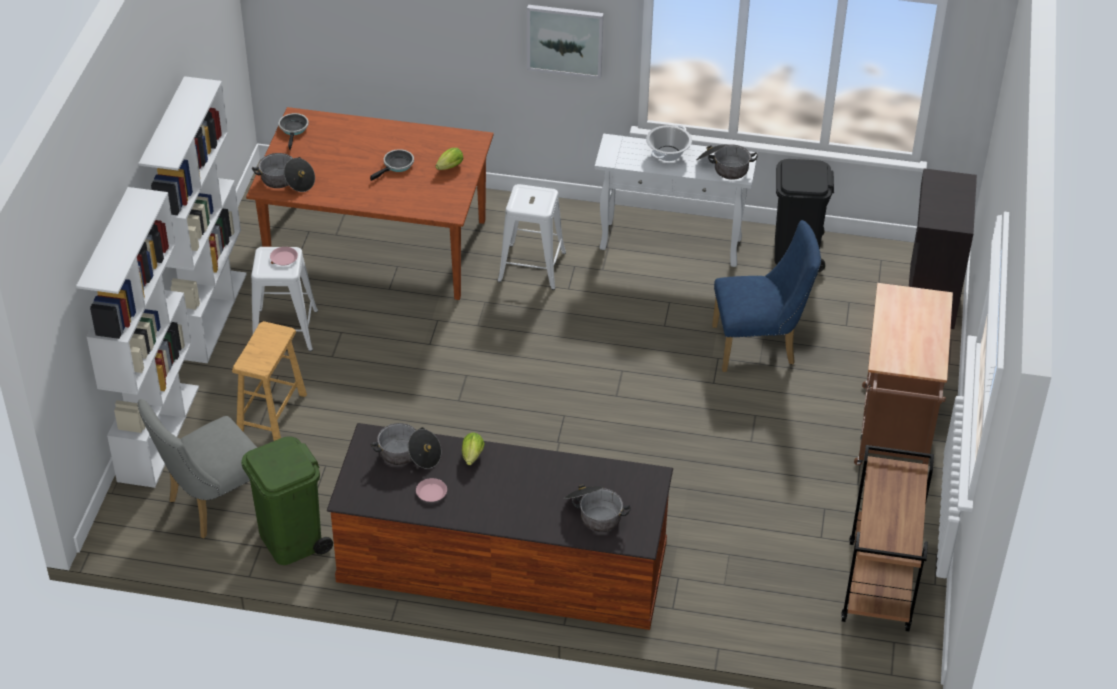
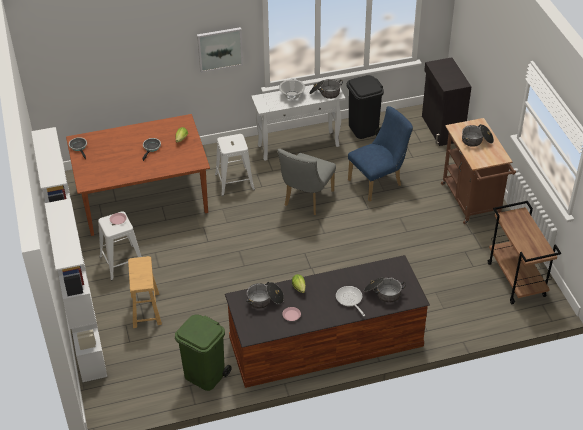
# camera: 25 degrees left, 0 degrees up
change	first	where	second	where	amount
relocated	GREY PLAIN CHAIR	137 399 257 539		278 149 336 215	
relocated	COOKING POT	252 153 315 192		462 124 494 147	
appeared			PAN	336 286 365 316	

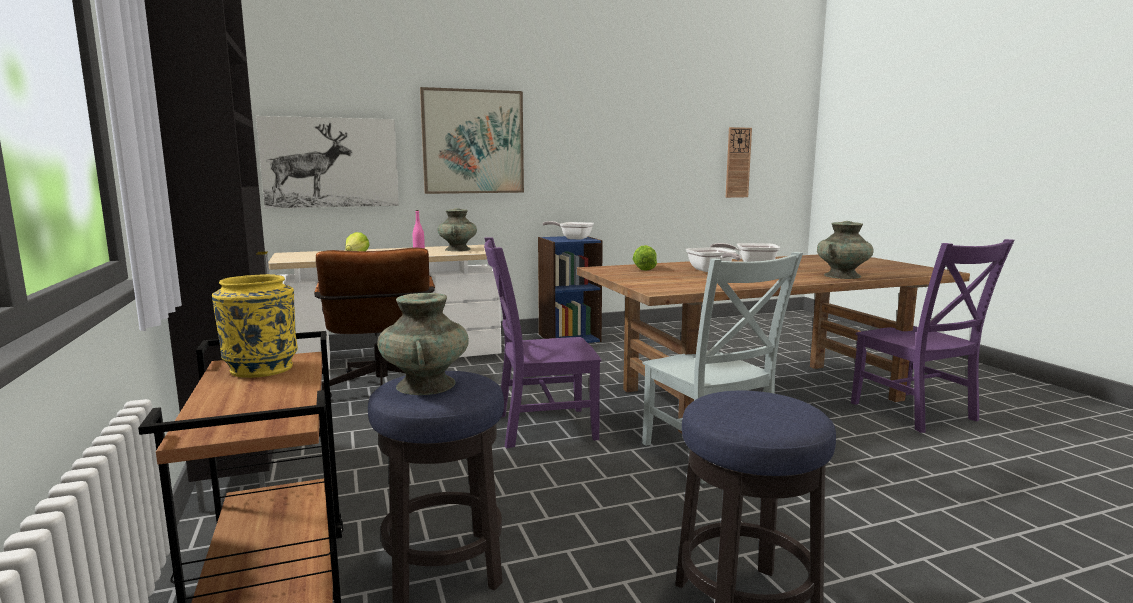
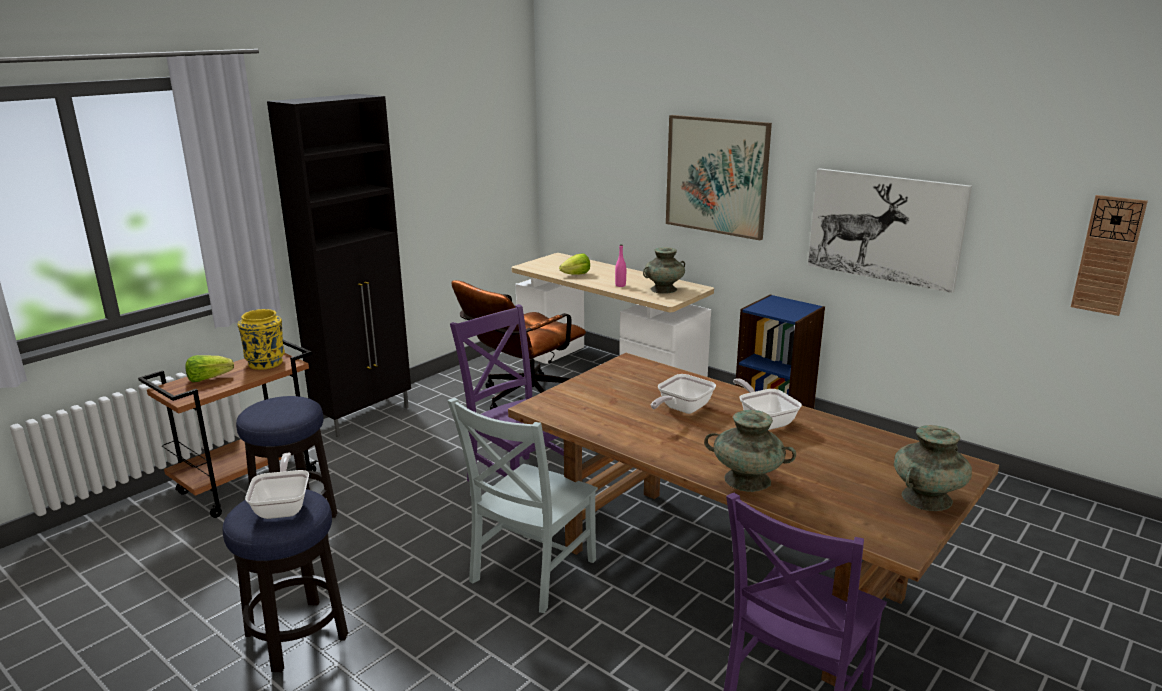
# camera: 60 degrees right, 10 degrees up
change	first	where	second	where	amount
relocated	WALL ART	256 116 399 208		808 168 972 293	
relocated	TURQUOISE-COLOURED DECORATIVE VASE	377 293 469 395		894 425 972 511	
relocated	PAN	542 221 594 240		245 453 309 519	
relocated	LETTUCE HEAD	633 245 657 271		185 355 234 382	

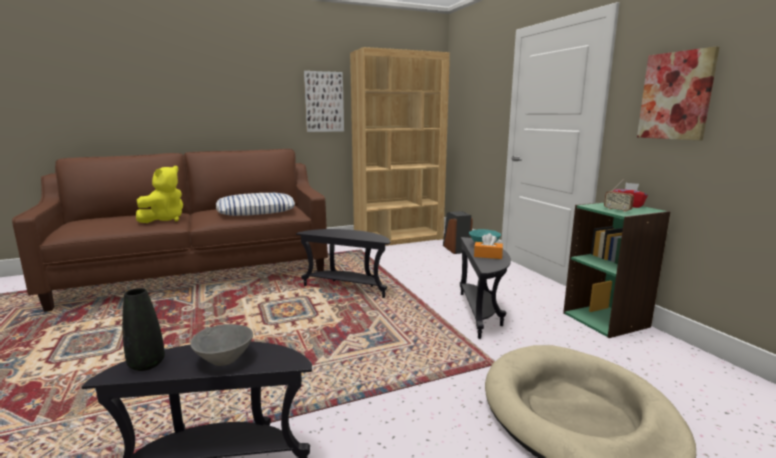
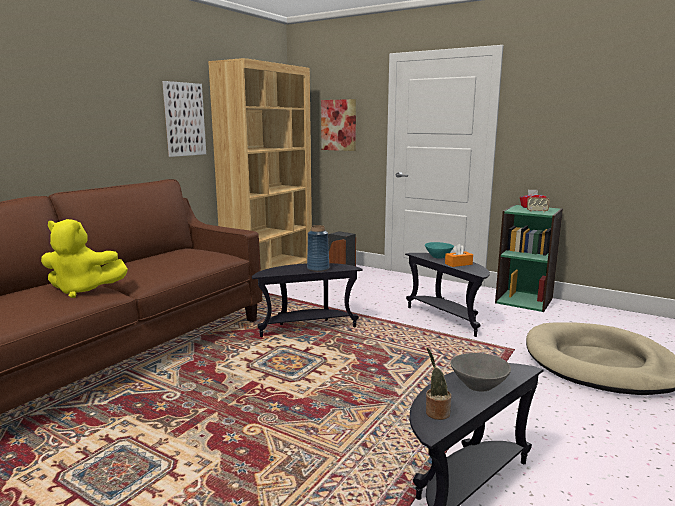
# camera: 35 degrees left, 0 degrees up
change	first	where	second	where	amount
exchanged	BLACK-COLOURED DECORATIVE VASE	122 288 165 371	POTTED PLANT	426 348 451 420	
spun	YELLOW PLUSH TOY	136 166 183 223		41 219 128 298	105 degrees clockwise
missing	THROW PILLOW	216 193 295 216			
relocated	WALL ART	637 46 719 140		321 99 356 151	
appeared			BLUE DECORATIVE VASE	307 225 329 272	

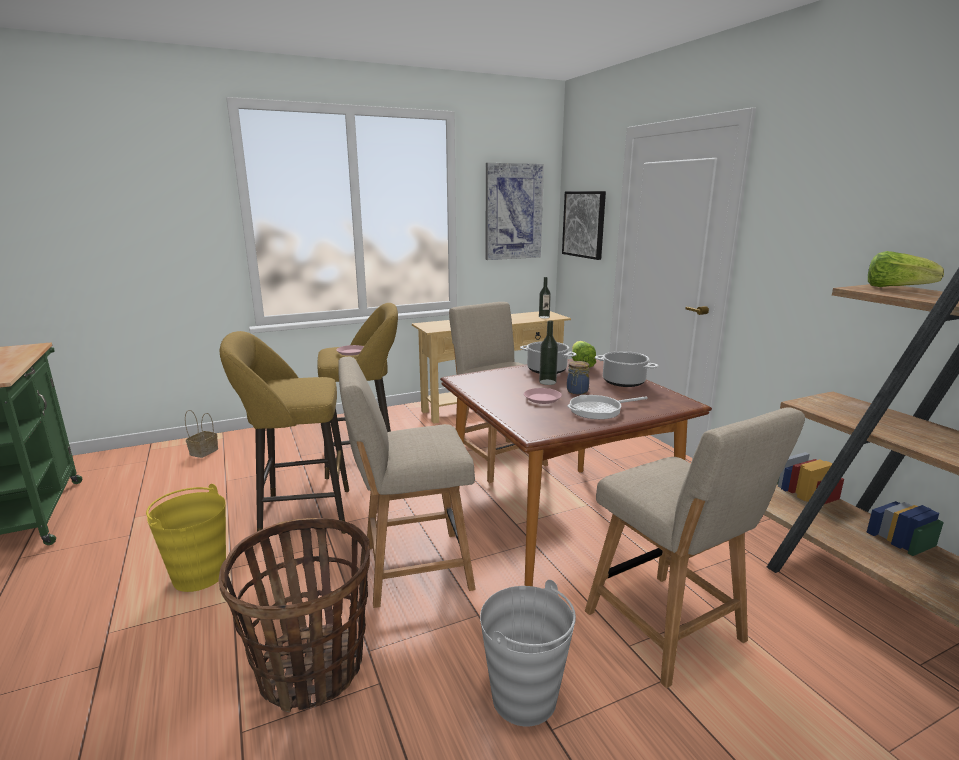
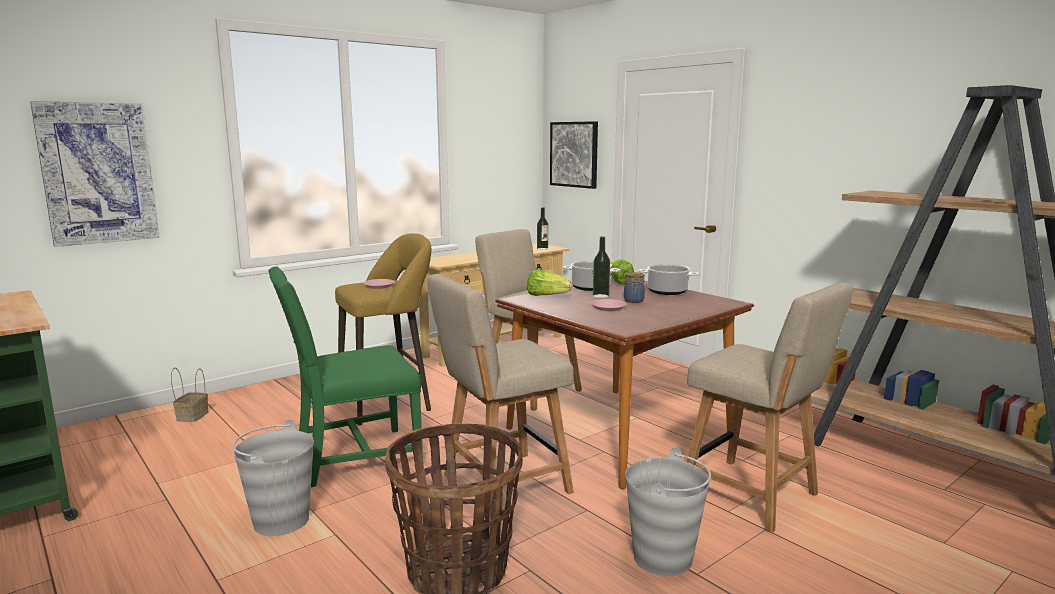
# camera: 15 degrees left, 5 degrees down
change	first	where	second	where	amount
colour	YELLOW BUCKET	146 484 226 592	GREY BUCKET	233 419 314 536	
exchanged	YELLOW STOOL	220 331 349 534	GREEN PLAIN CHAIR	268 266 423 487	
relocated	WALL ART	485 163 544 260		30 101 160 247	
missing	PAN	567 395 648 419			
relocated	LETTUCE HEAD	868 251 944 287		527 270 572 296	

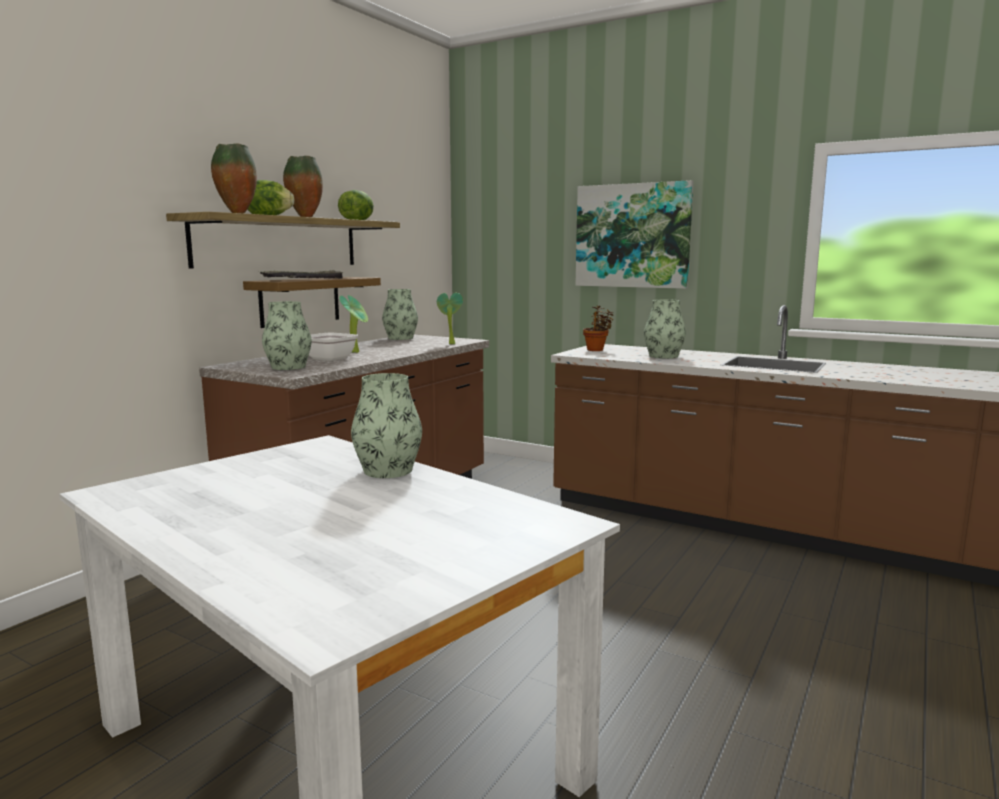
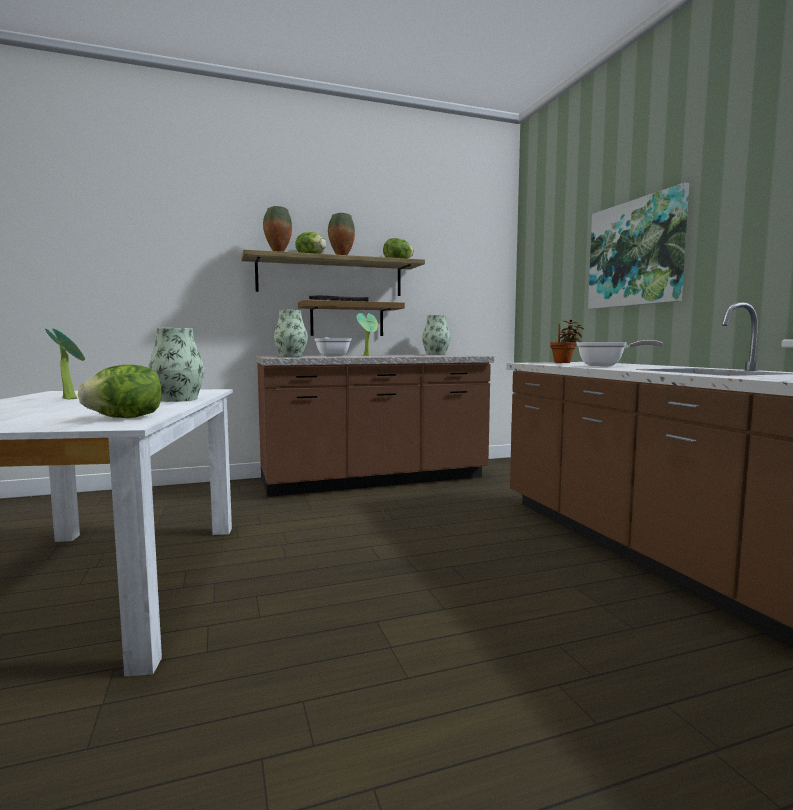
# camera: 40 degrees right, 5 degrees down
change	first	where	second	where	amount
relocated	POTTED PLANT	437 293 463 344		45 328 85 399	
exchanged	DECORATIVE VASE	644 299 686 359	PAN	577 340 663 366	
appeared			LETTUCE HEAD	78 364 162 418	

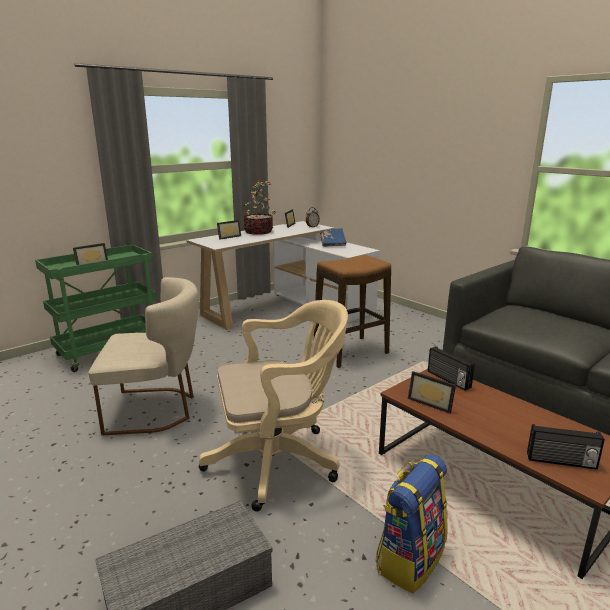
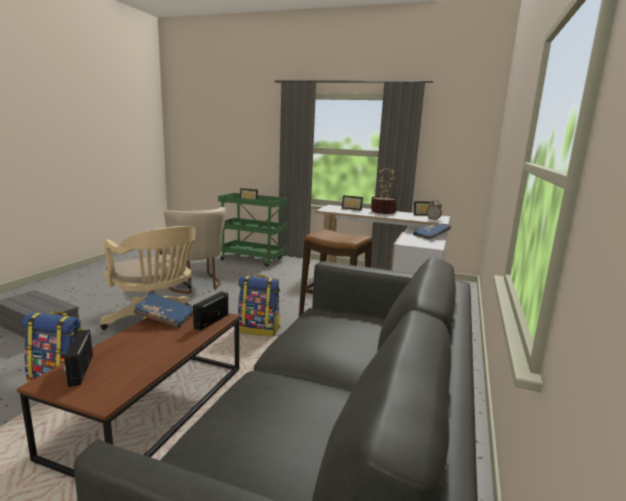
# camera: 60 degrees right, 5 degrees down
change	first	where	second	where	amount
exchanged	PHOTO FRAME	408 371 456 414	BLUE BOUND BOOK	133 293 193 328	
appeared			BACKPACK	238 275 280 336	

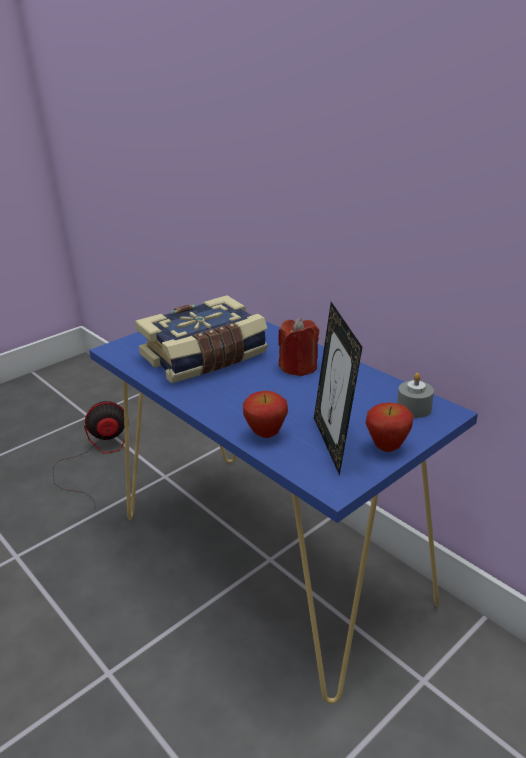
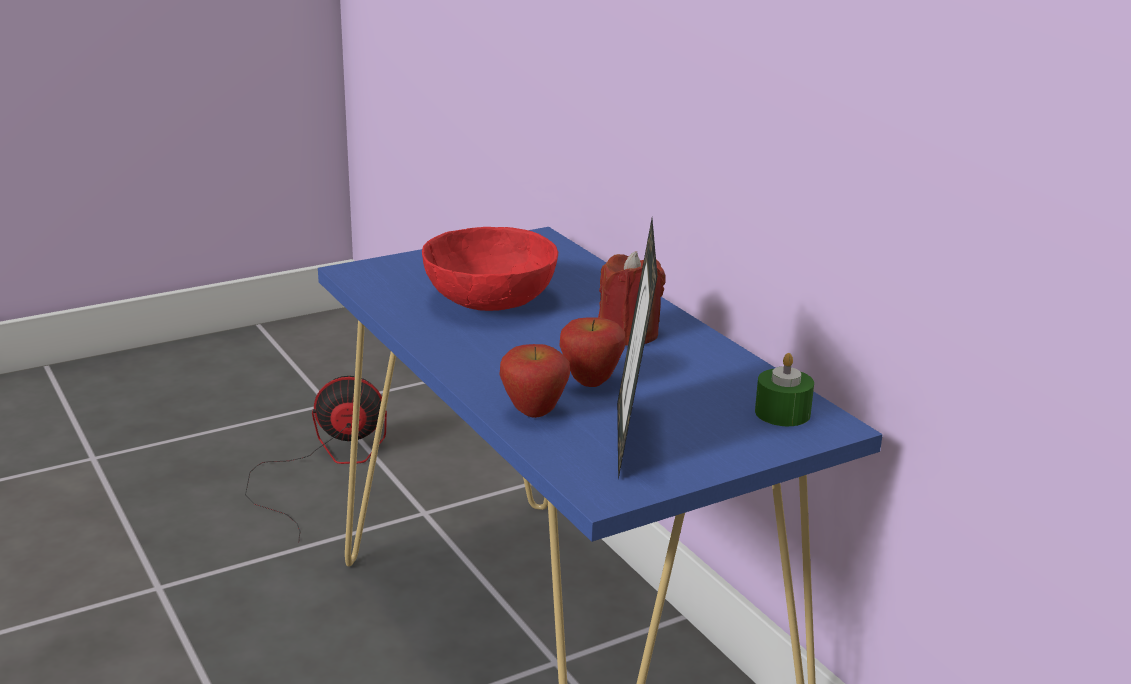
# camera: 10 degrees right, 5 degrees down
change	first	where	second	where	amount
exchanged	BOUND BOOK	135 295 268 383	REDDISH DEEP DISH	422 227 558 311	
relocated	APPLE	366 402 414 452		559 317 625 387	
colour	GREY WAX LIGHT	397 373 434 418	GREEN WAX LIGHT	755 353 814 426	

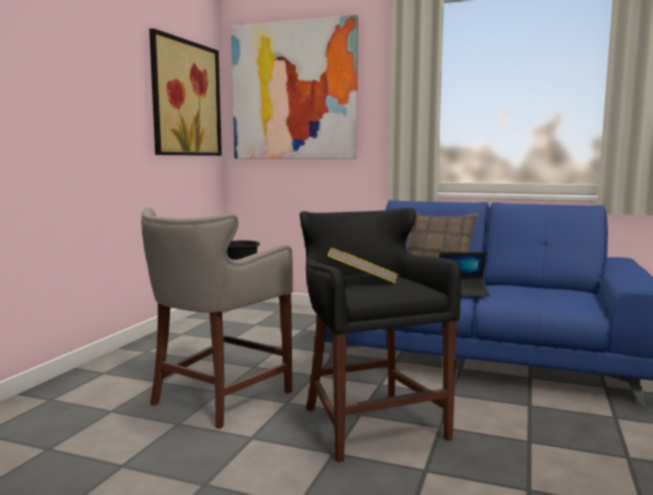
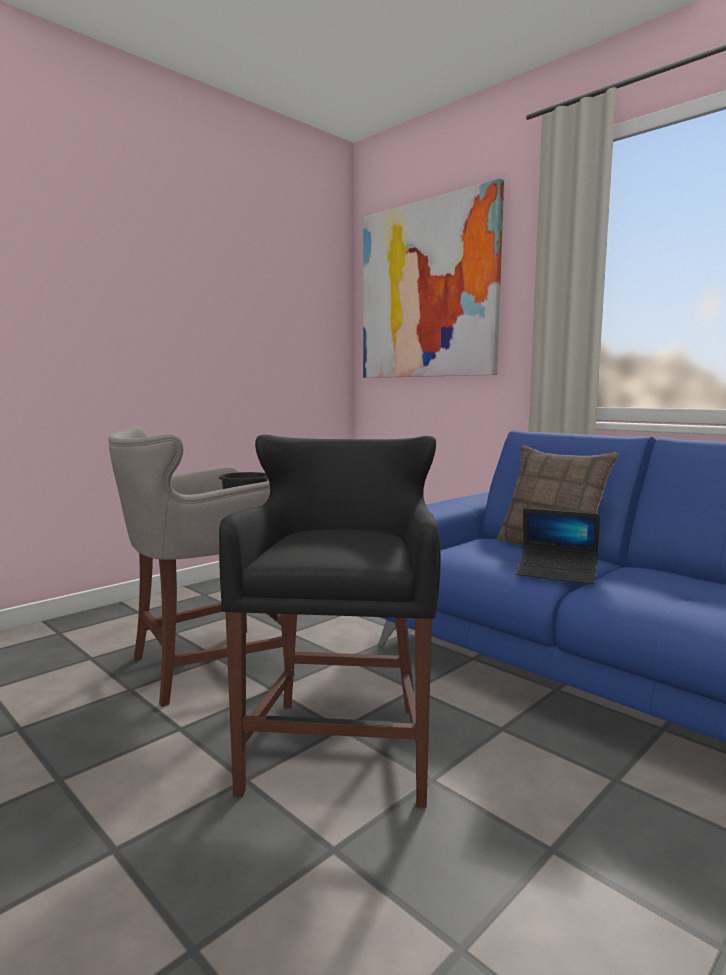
# camera: 25 degrees right, 0 degrees up
change	first	where	second	where	amount
missing	WALL ART	149 28 222 156			
missing	YELLOW BOUND BOOK	328 248 399 283			

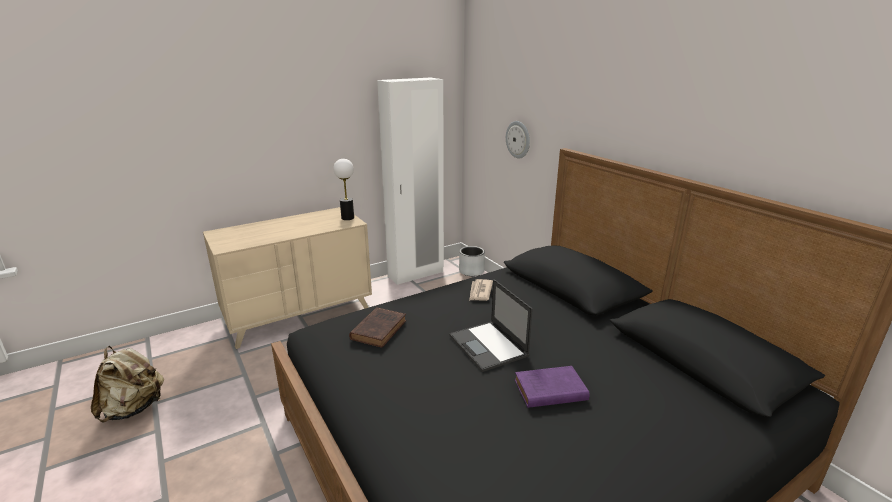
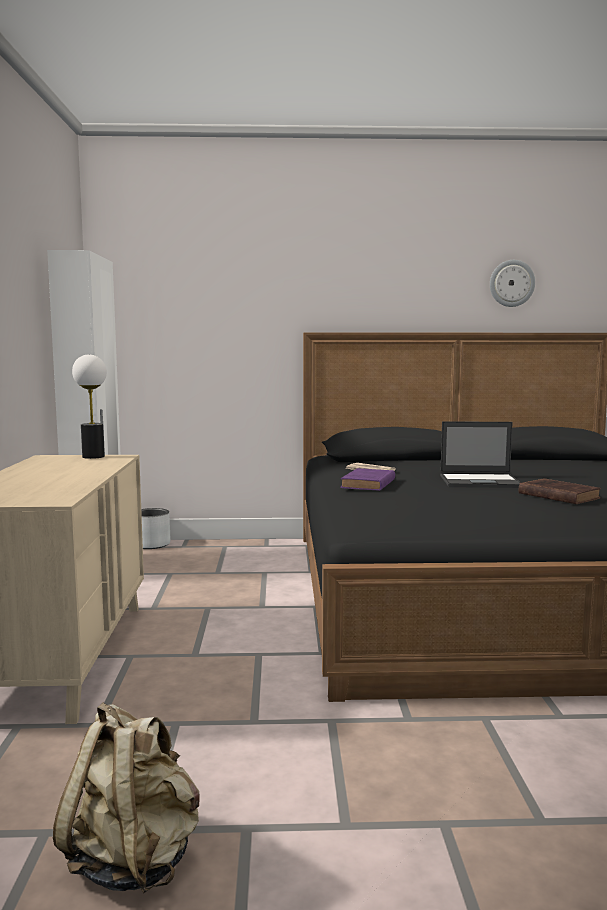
# camera: 60 degrees left, 15 degrees down
change	first	where	second	where	amount
relocated	BROWN BOUND BOOK	349 307 406 348		519 478 601 504	
relocated	WALL CLOCK	506 121 530 159		490 260 535 307	
relocated	PURPLISH BOUND BOOK	515 366 590 408		340 468 395 491	

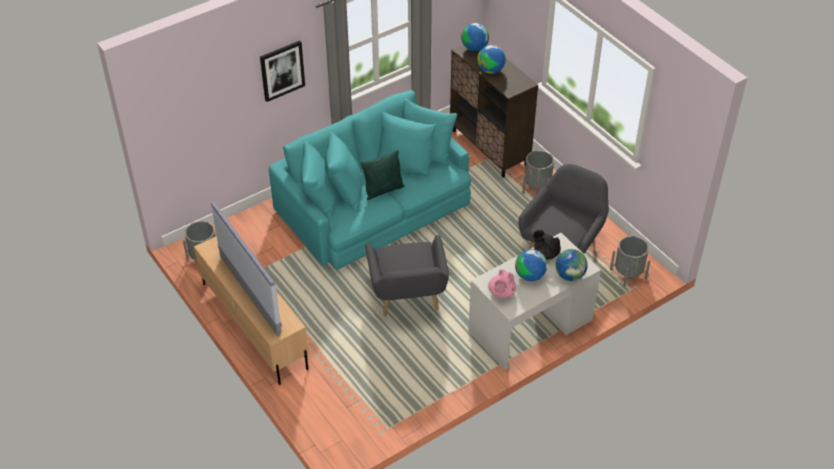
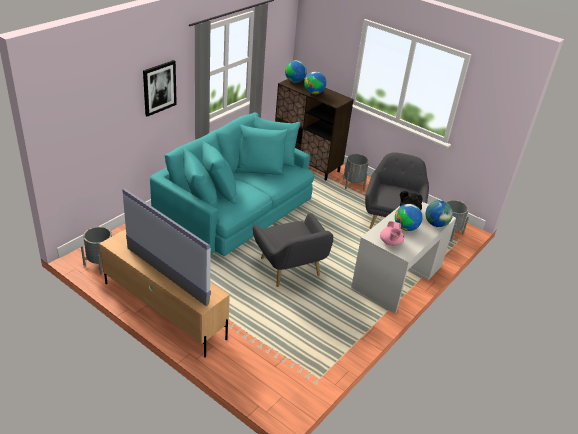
# camera: 20 degrees left, 10 degrees down
change	first	where	second	where	amount
missing	GREEN THROW PILLOW	361 150 405 200			

